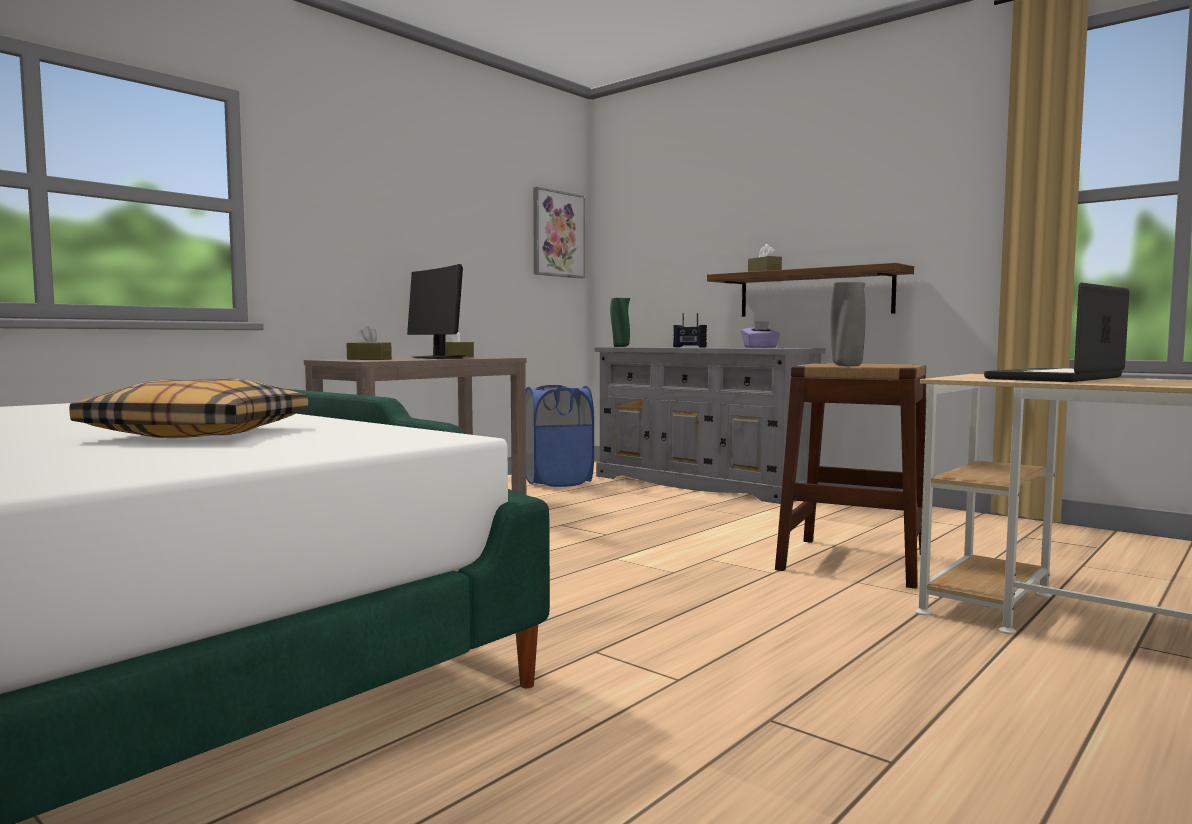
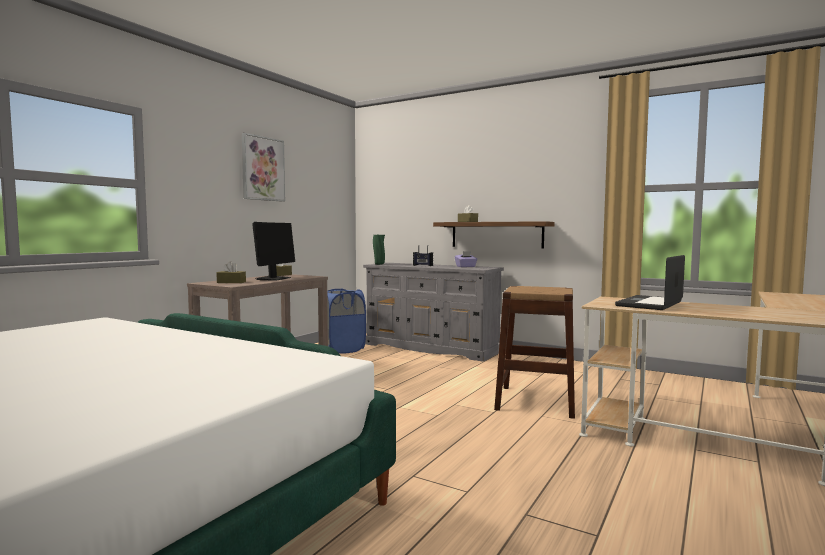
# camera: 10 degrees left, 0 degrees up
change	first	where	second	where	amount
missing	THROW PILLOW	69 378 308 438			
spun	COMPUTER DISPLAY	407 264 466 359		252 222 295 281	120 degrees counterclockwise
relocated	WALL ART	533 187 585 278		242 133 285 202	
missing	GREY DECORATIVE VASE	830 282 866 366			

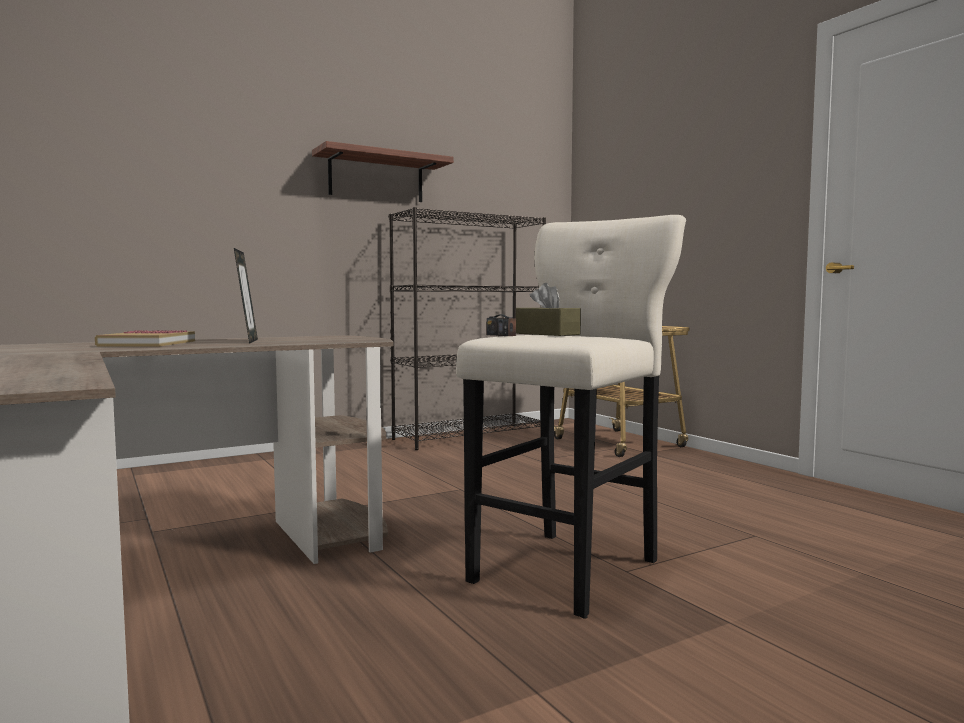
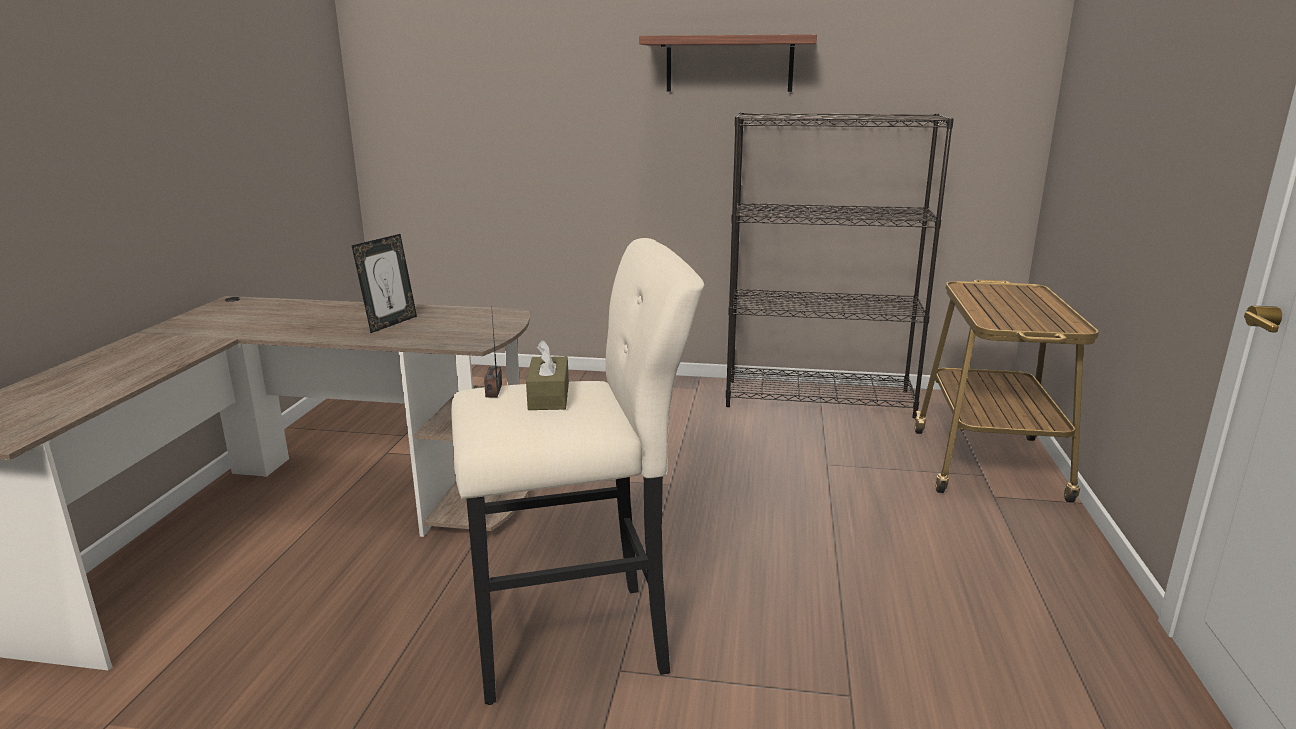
# camera: 40 degrees right, 15 degrees up
change	first	where	second	where	amount
missing	BOUND BOOK	95 330 195 346			

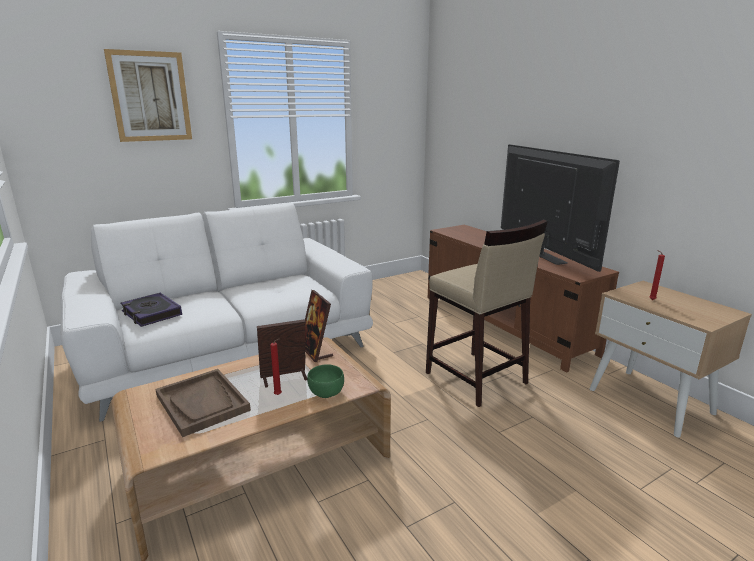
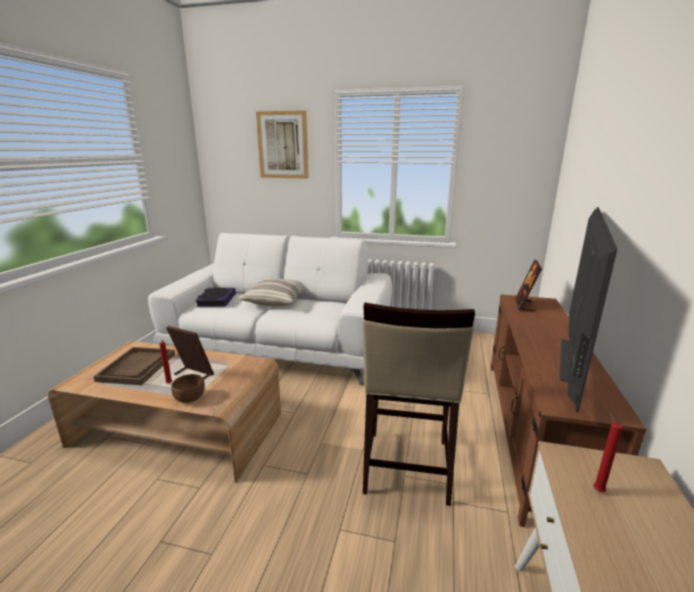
# camera: 45 degrees right, 0 degrees up
change	first	where	second	where	amount
relocated	PHOTO FRAME	305 290 333 362		515 260 542 311	
colour	GREEN DEEP DISH	307 364 344 398	BROWN DEEP DISH	171 374 205 403	
appeared			THROW PILLOW	238 278 304 306	

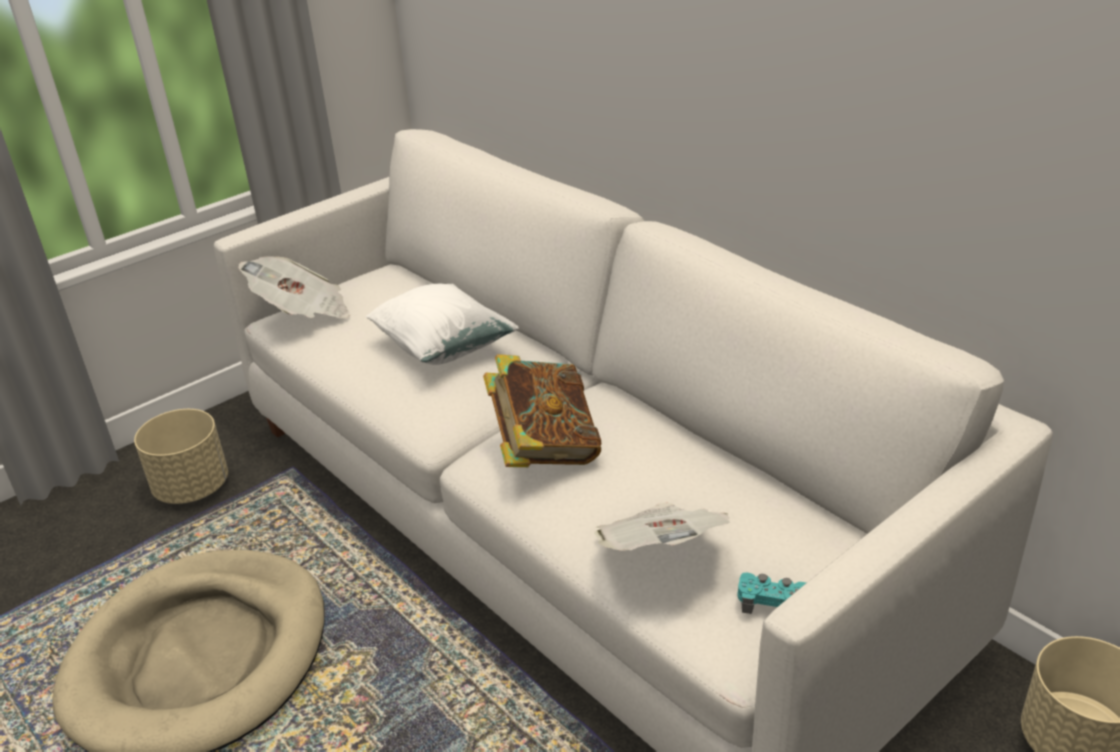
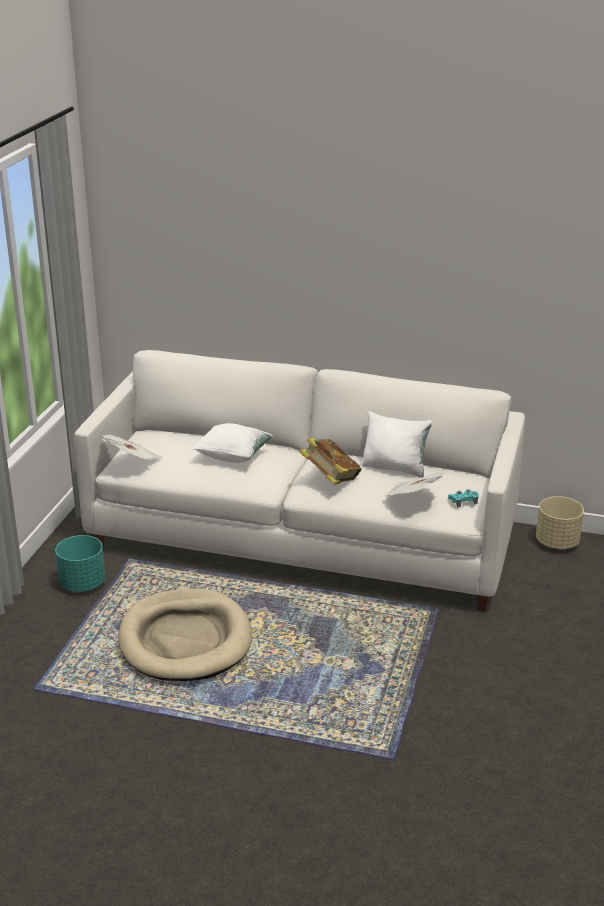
# camera: 35 degrees left, 5 degrees down
change	first	where	second	where	amount
colour	BEIGE-COLOURED PLANT POT	134 409 228 504	TURQUOISE-COLOURED PLANT POT	55 535 105 592	
appeared			WHITISH THROW PILLOW	362 411 433 477	

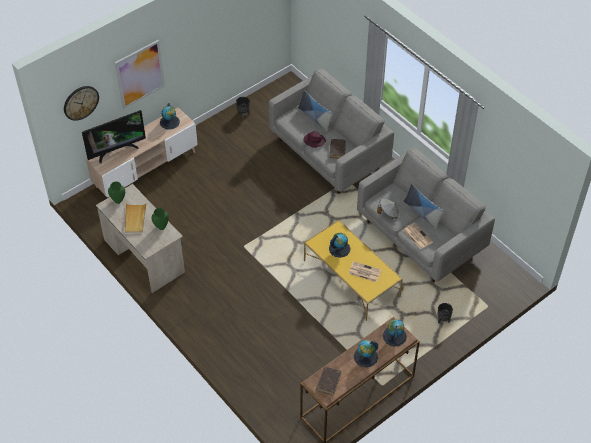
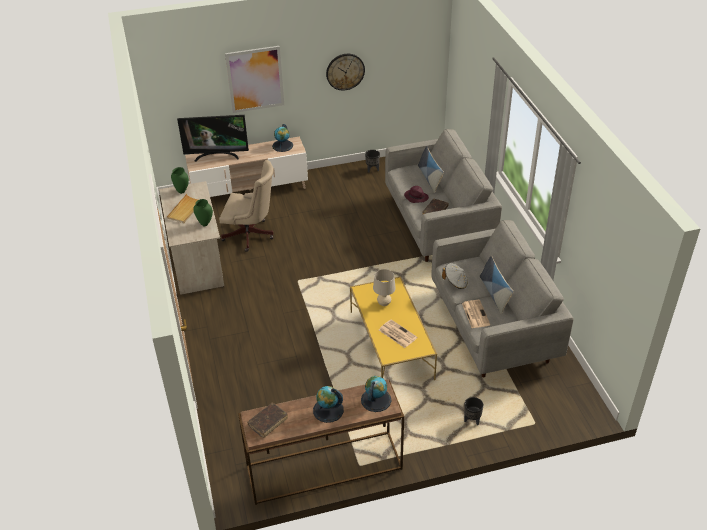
# camera: 25 degrees right, 10 degrees down
change	first	where	second	where	amount
relocated	WALL CLOCK	64 86 99 121		326 54 365 91	
exchanged	WORLD GLOBE	329 233 350 258	BEIGE-COLOURED TABLETOP LAMP	373 269 396 306	
appeared			BEIGE-COLOURED COMPUTER CHAIR	219 160 274 252	

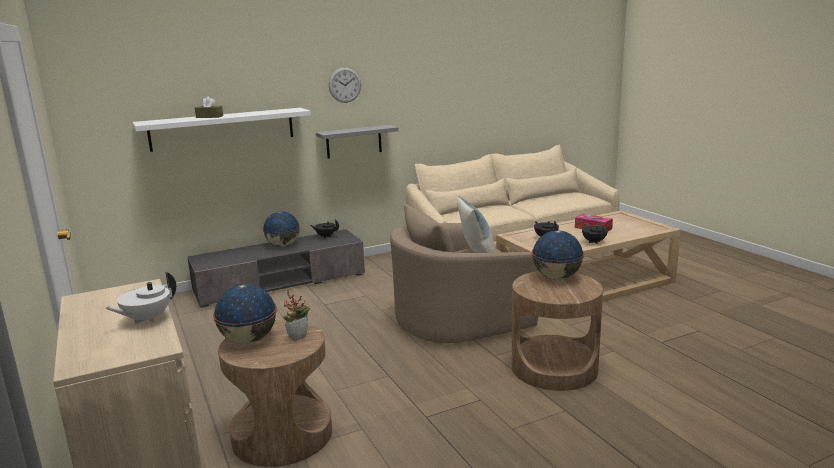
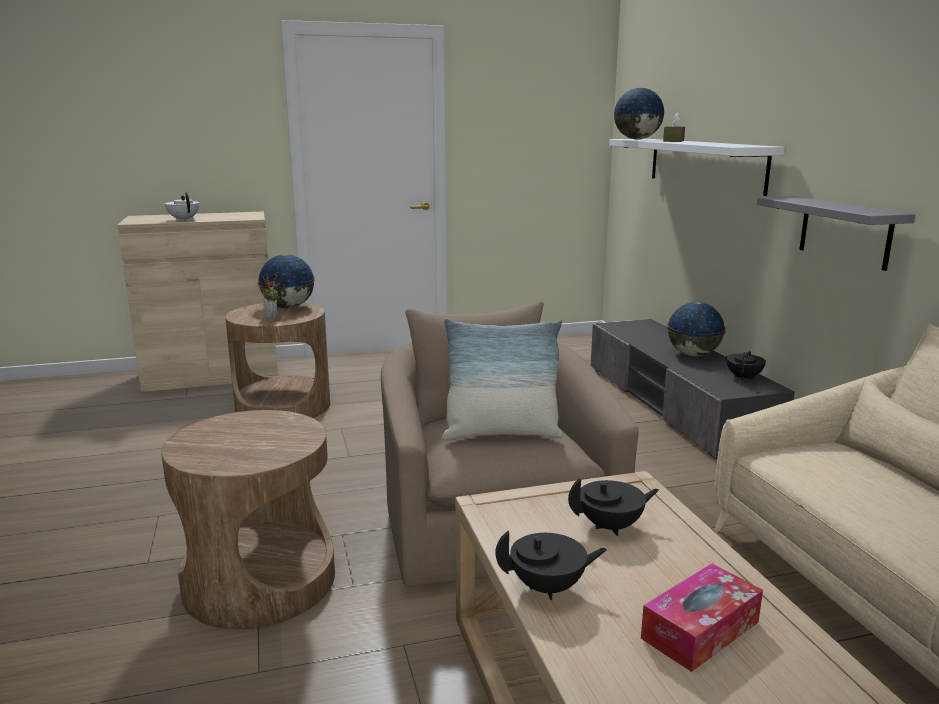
# camera: 100 degrees right, 0 degrees up
change	first	where	second	where	amount
missing	WALL CLOCK	329 67 361 103			
relocated	WORLD GLOBE	532 230 584 280		614 88 664 139	

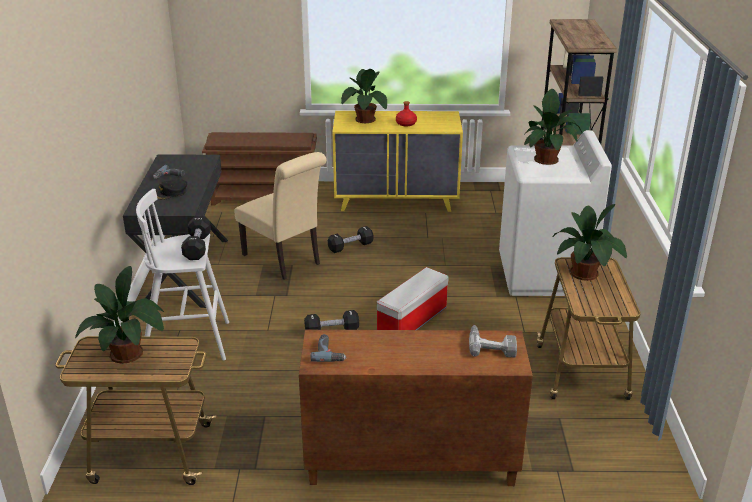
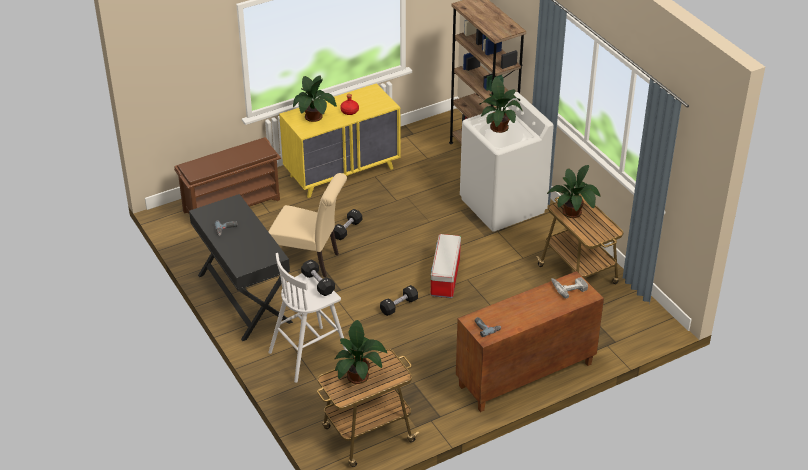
# camera: 30 degrees left, 10 degrees up
change	first	where	second	where	amount
missing	BLACK-COLOURED PEAKED CAP	156 179 187 200			

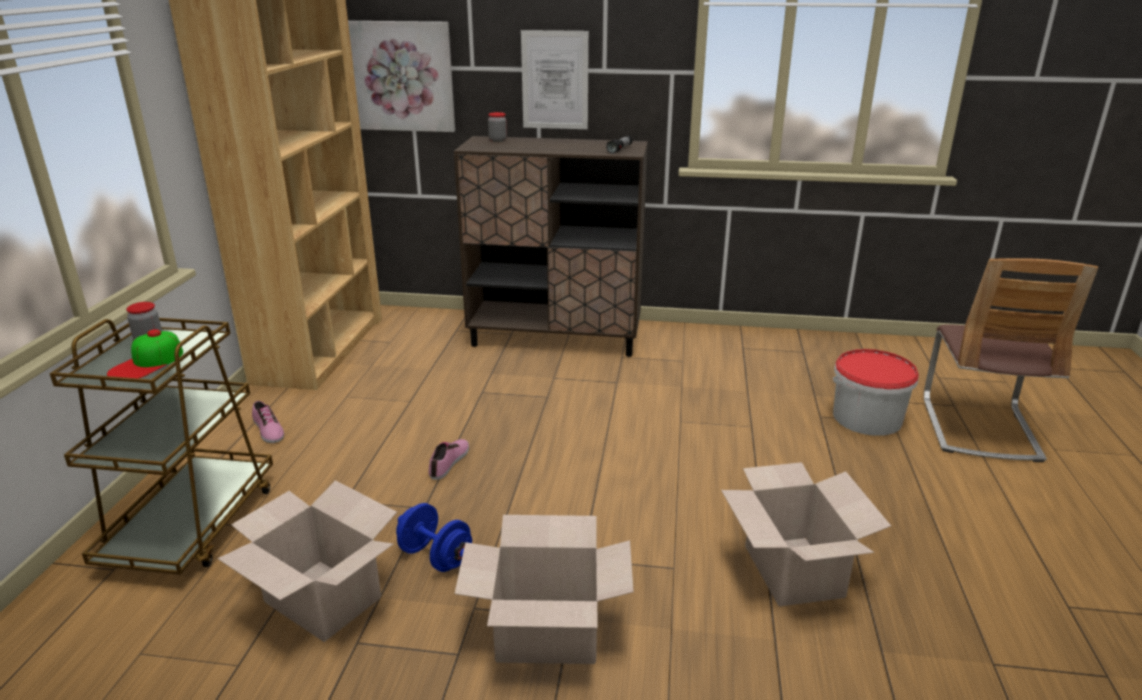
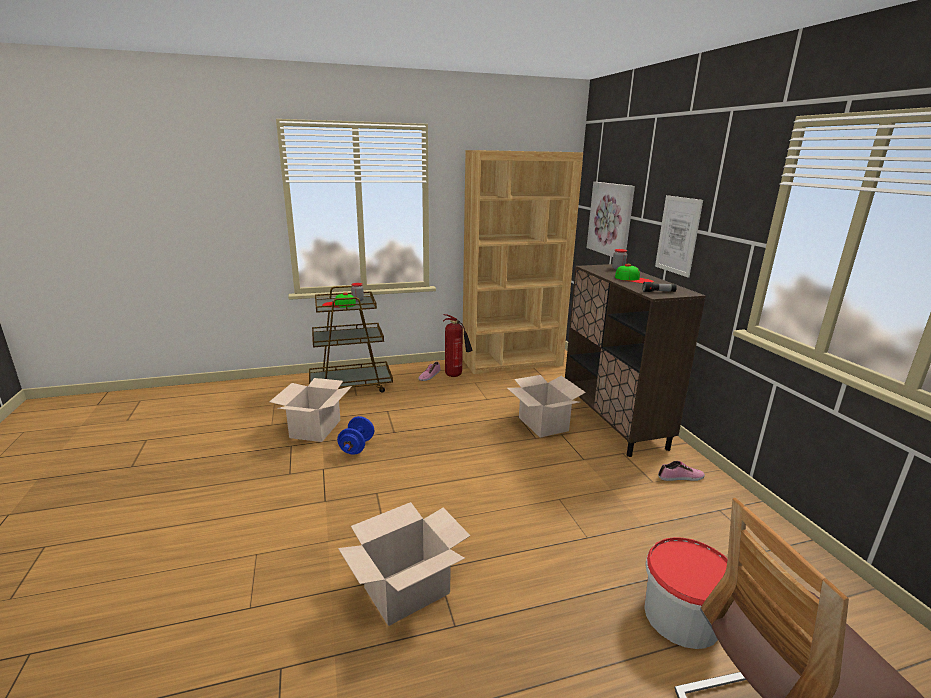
# camera: 65 degrees right, 5 degrees down
change	first	where	second	where	amount
relocated	SHOE	429 439 469 480		658 461 705 481	
relocated	CARDBOARD BOX	455 515 634 664		507 375 586 438	
appeared			FIRE EXTINGUISHER	443 314 473 377	
appeared			PEAKED CAP	615 264 654 284	

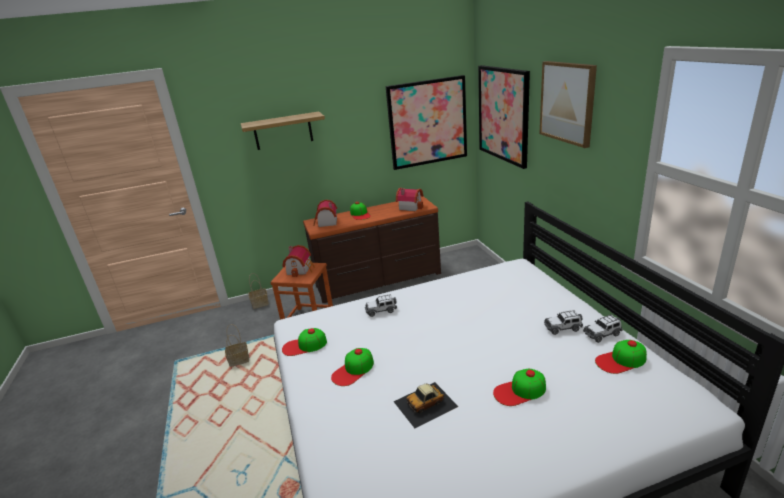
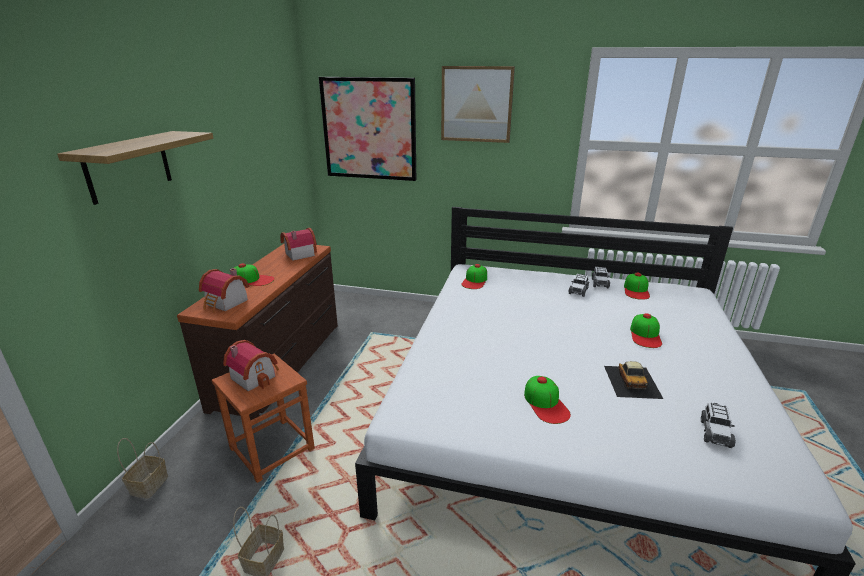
# camera: 60 degrees left, 0 degrees up
change	first	where	second	where	amount
relocated	PEAKED CAP	282 328 327 356		462 264 487 289	
relocated	MODEL CAR	365 294 397 317		701 403 736 448	
missing	WALL ART	386 75 467 170			

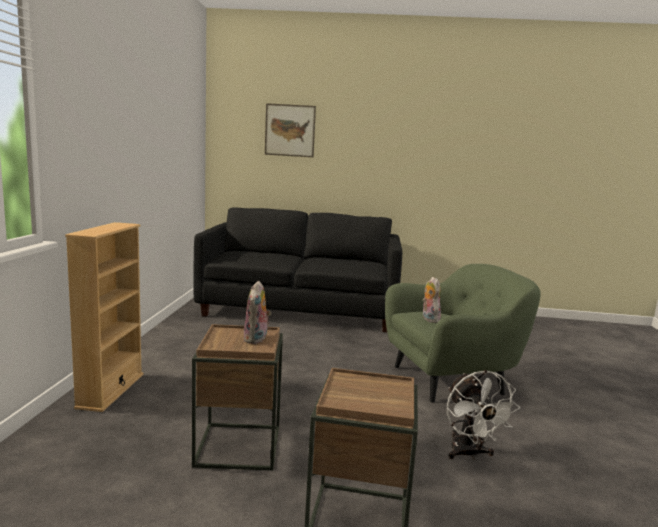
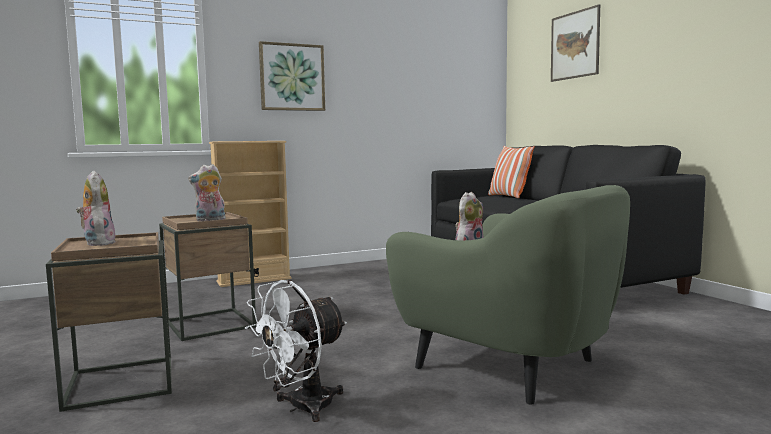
# camera: 60 degrees right, 5 degrees down
change	first	where	second	where	amount
appeared			PLUSH TOY	76 171 116 246	
appeared			WALL ART	259 41 325 111	
appeared			THROW PILLOW	488 146 535 198	

